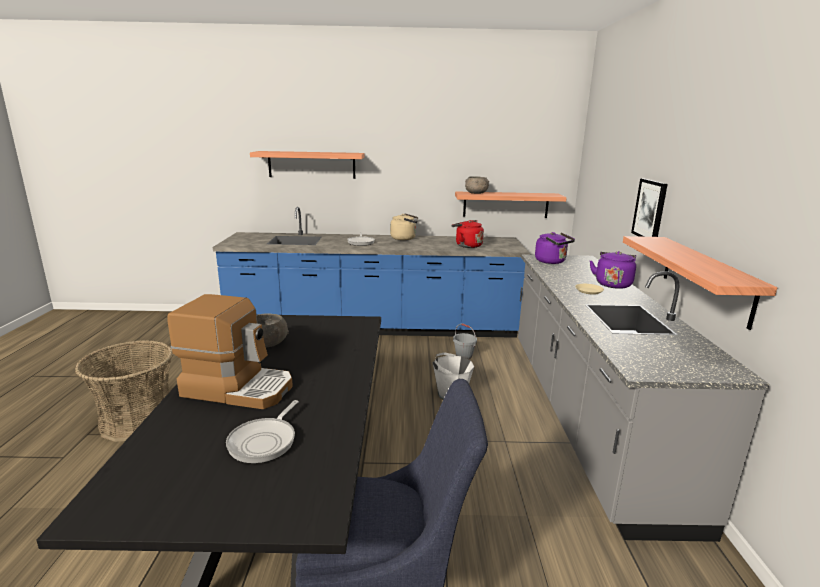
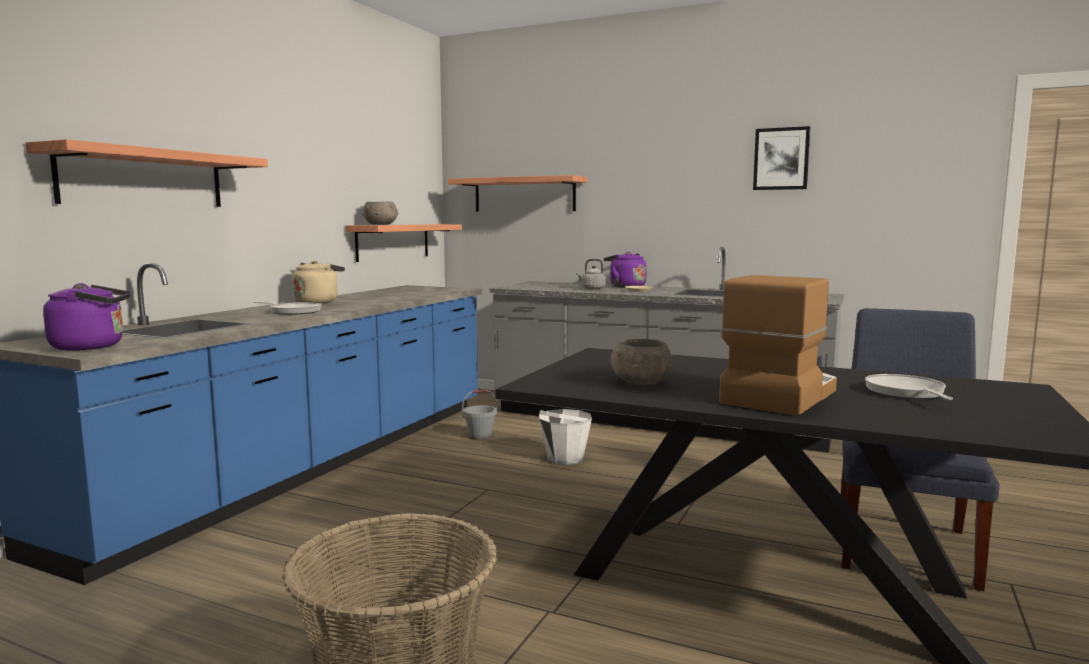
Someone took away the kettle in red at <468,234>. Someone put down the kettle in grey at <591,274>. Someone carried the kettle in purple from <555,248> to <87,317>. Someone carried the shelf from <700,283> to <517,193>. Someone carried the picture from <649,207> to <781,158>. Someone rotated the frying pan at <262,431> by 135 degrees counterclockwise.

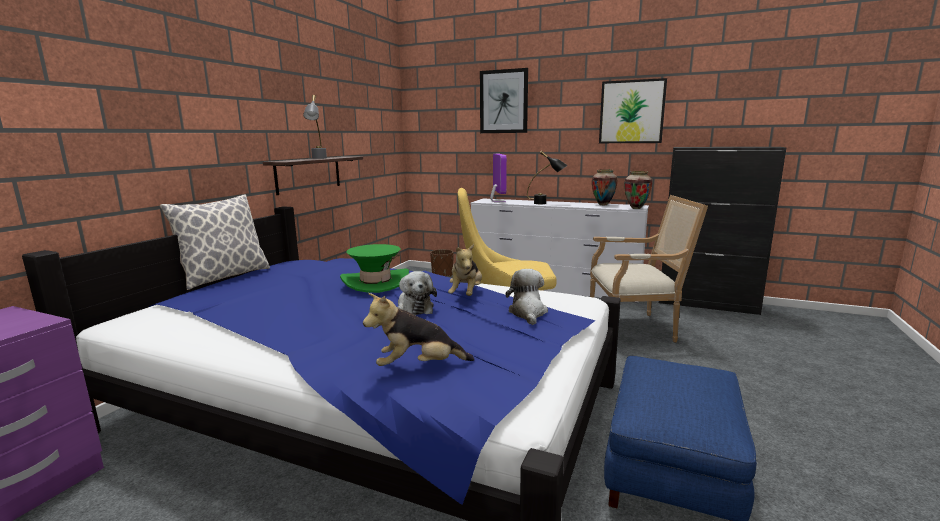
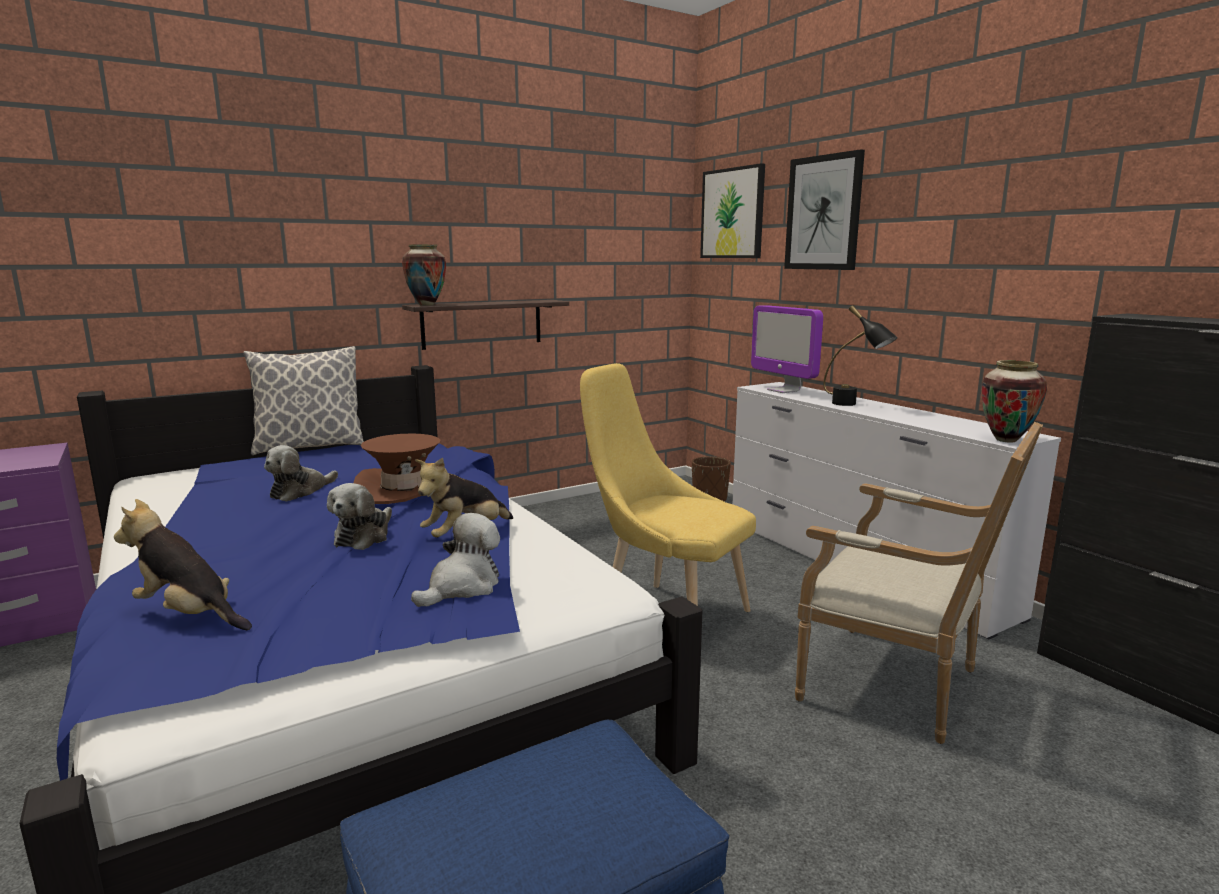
Someone took away the table lamp in grey at <315,127>. Someone put down the plush toy at <301,473>. Someone carried the vase from <605,187> to <424,275>. Someone carried the picture from <633,110> to <732,210>. Someone repainted the hat in green at <374,268>, which became the hat in brown at <396,468>. Someone rotated the monitor at <498,178> by 120 degrees clockwise.

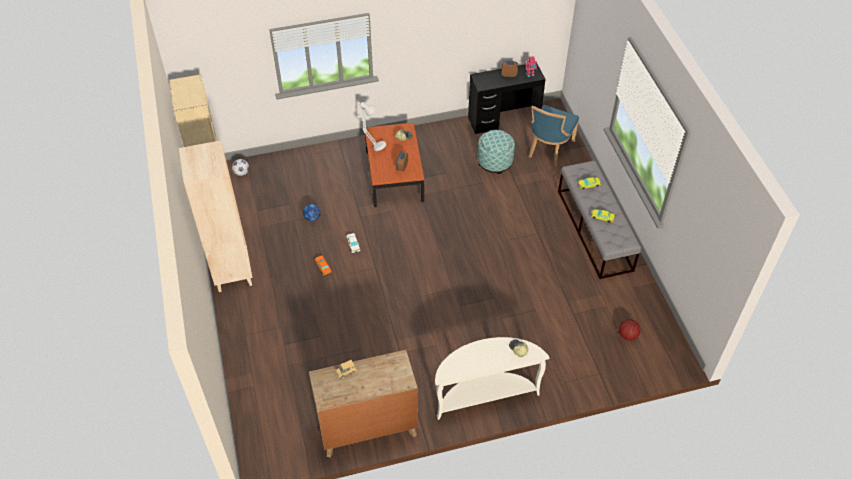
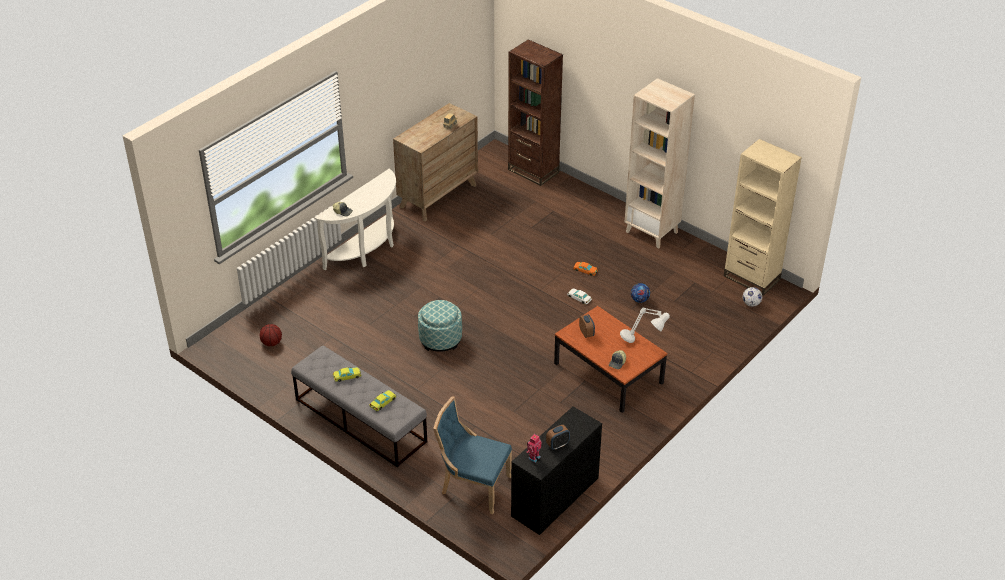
Someone put down the bookcase in brown at <535,112>. Someone carried the ottoman from <496,152> to <440,326>. Someone rotated the chair in blue at <553,136> by 60 degrees counterclockwise.

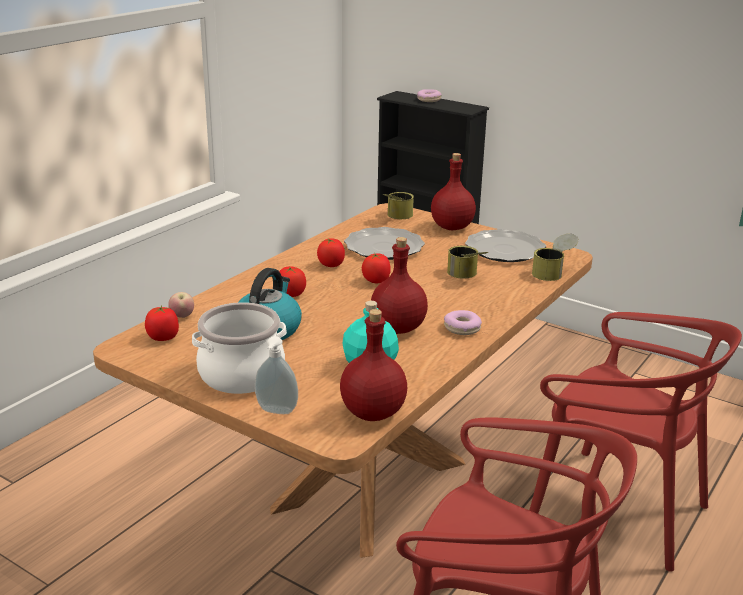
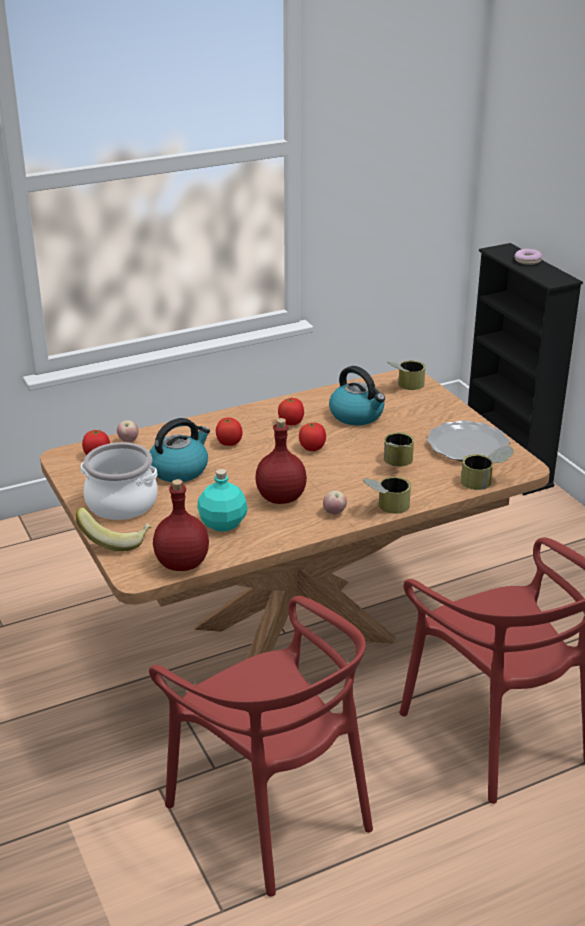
Someone took away the bottle in red at <453,191>. Someone put down the can at <387,495>. Someone swapped the soap dispenser at <276,375> for the banana at <113,529>. Someone swapped the plate at <384,243> for the kettle at <357,395>. Someone swapped the donut at <463,322> for the apple at <335,502>.

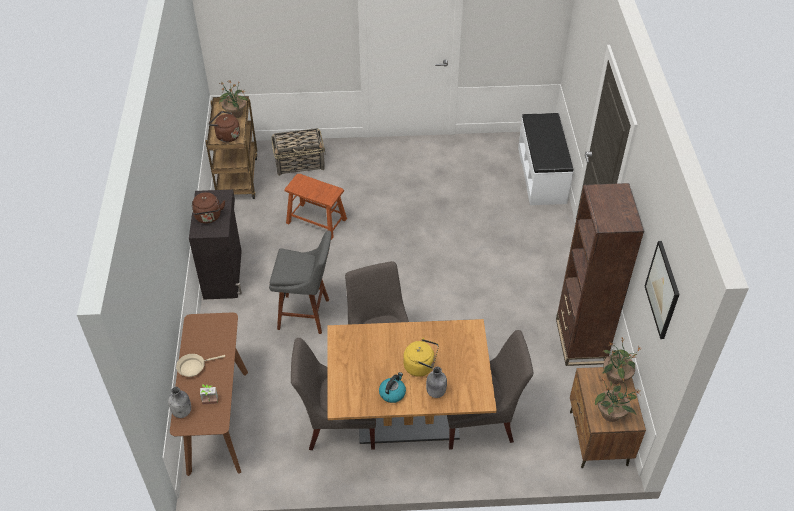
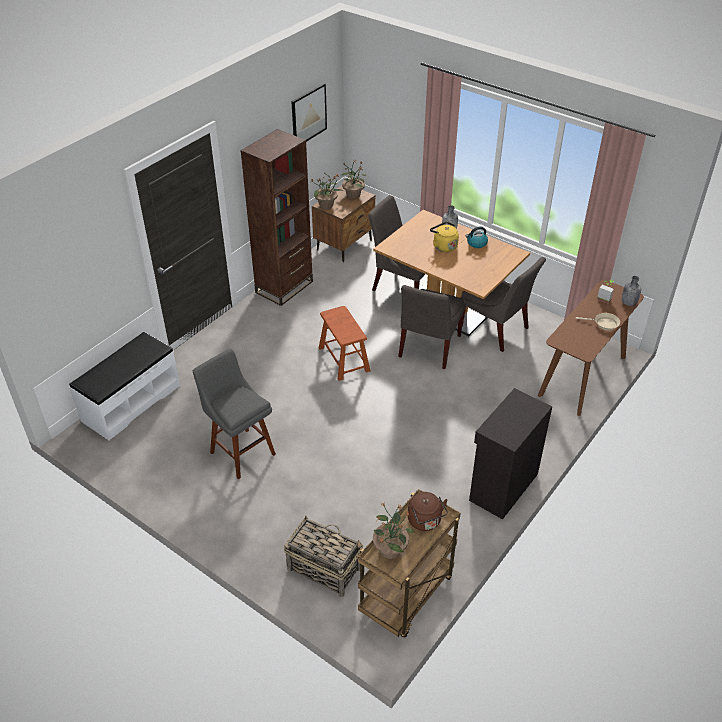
Someone took away the kettle in brown at <208,208>. Someone carried the stool in grey from <300,282> to <234,414>. Someone carried the stool in brown from <315,207> to <344,343>.

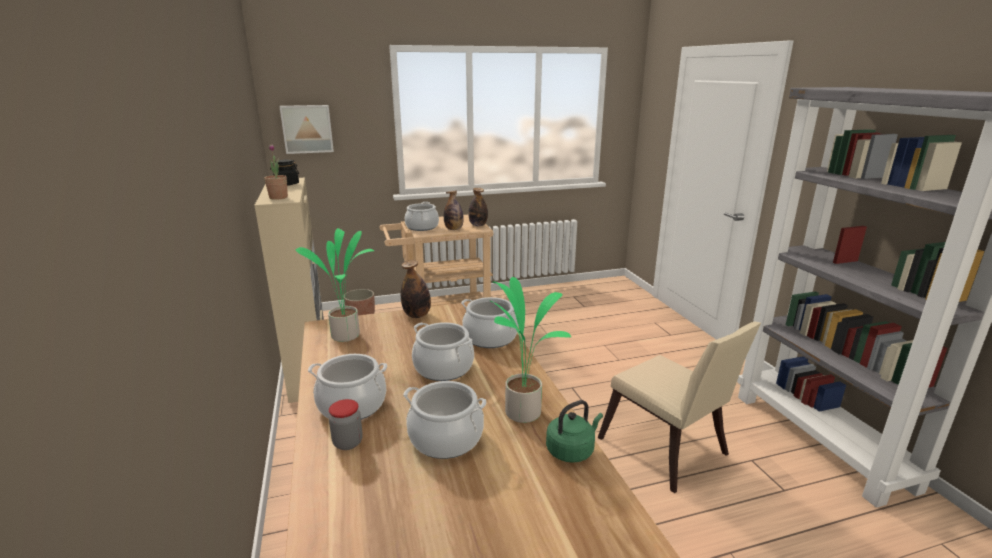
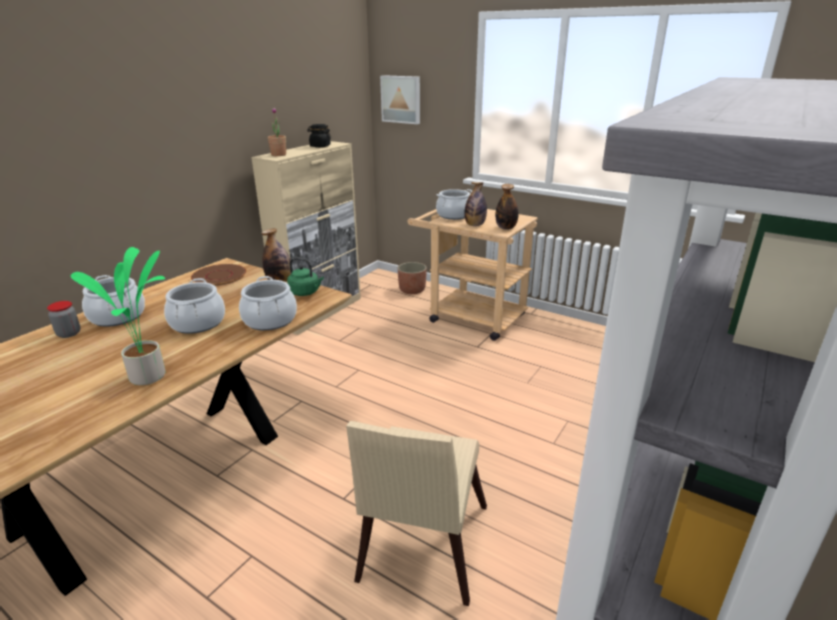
Someone took away the cooking pot at <444,420>. Someone carried the kettle in green from <574,431> to <305,277>. Someone swapped the potted plant at <335,285> for the plate in brown at <218,275>.

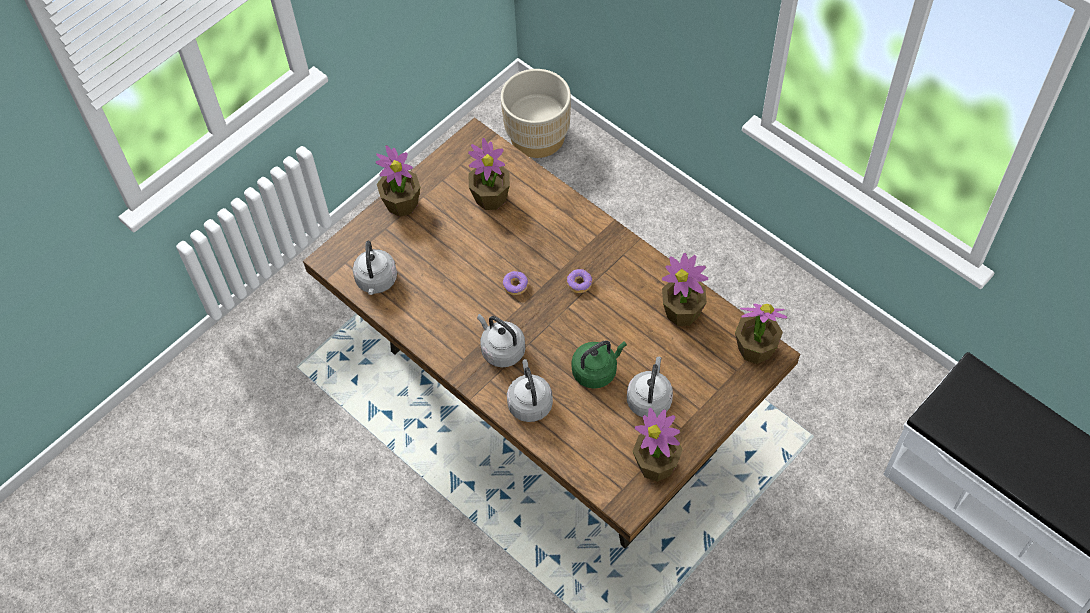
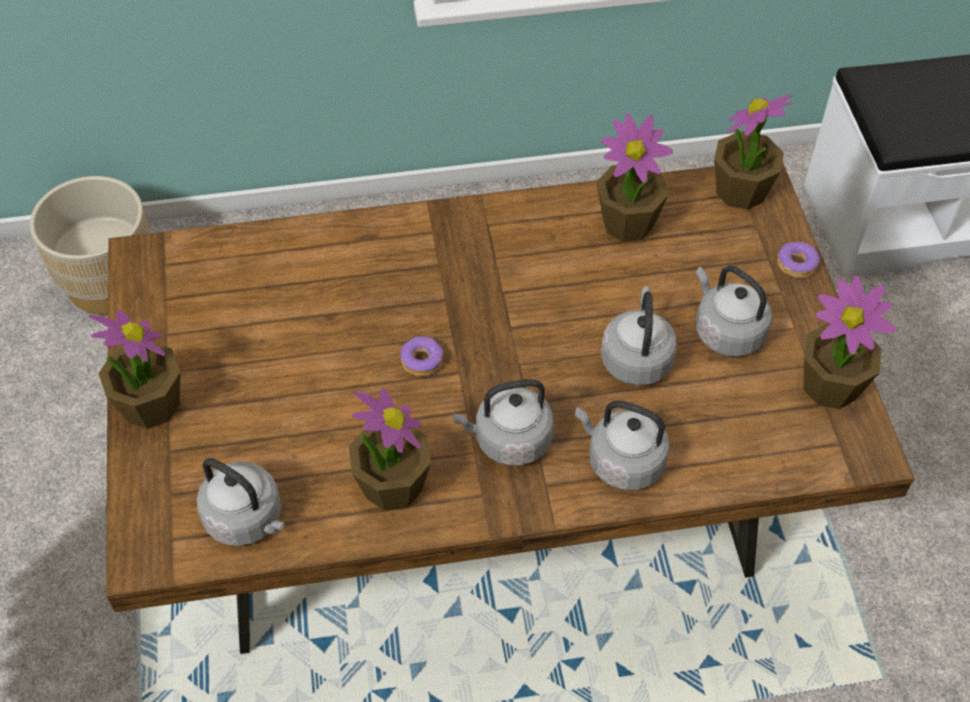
Someone carried the potted plant from <489,174> to <390,449>. Someone carried the donut from <579,281> to <798,259>. Someone repainted the kettle in green at <599,364>, which became the kettle in grey at <639,336>.

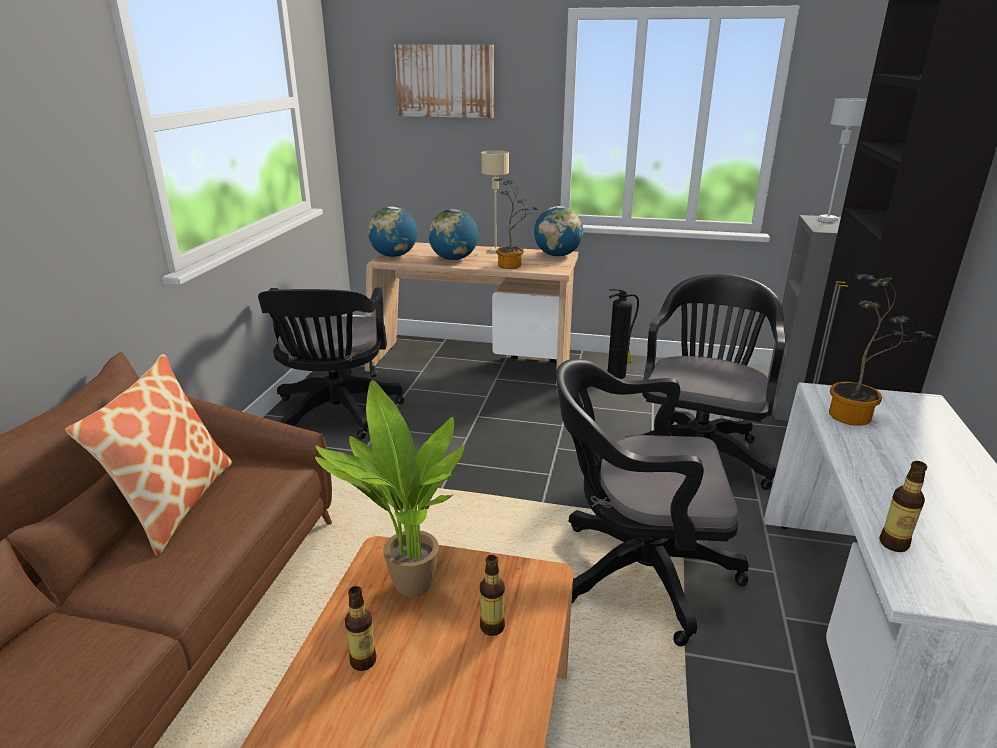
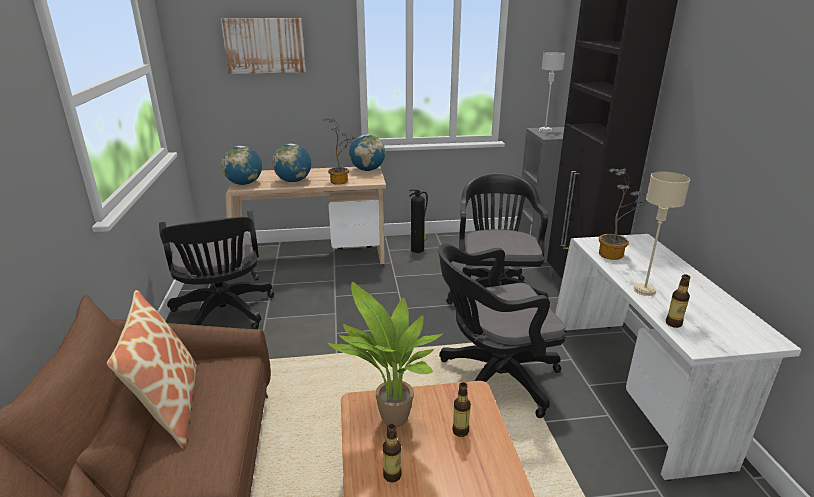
Someone carried the table lamp in beige from <495,202> to <661,234>.

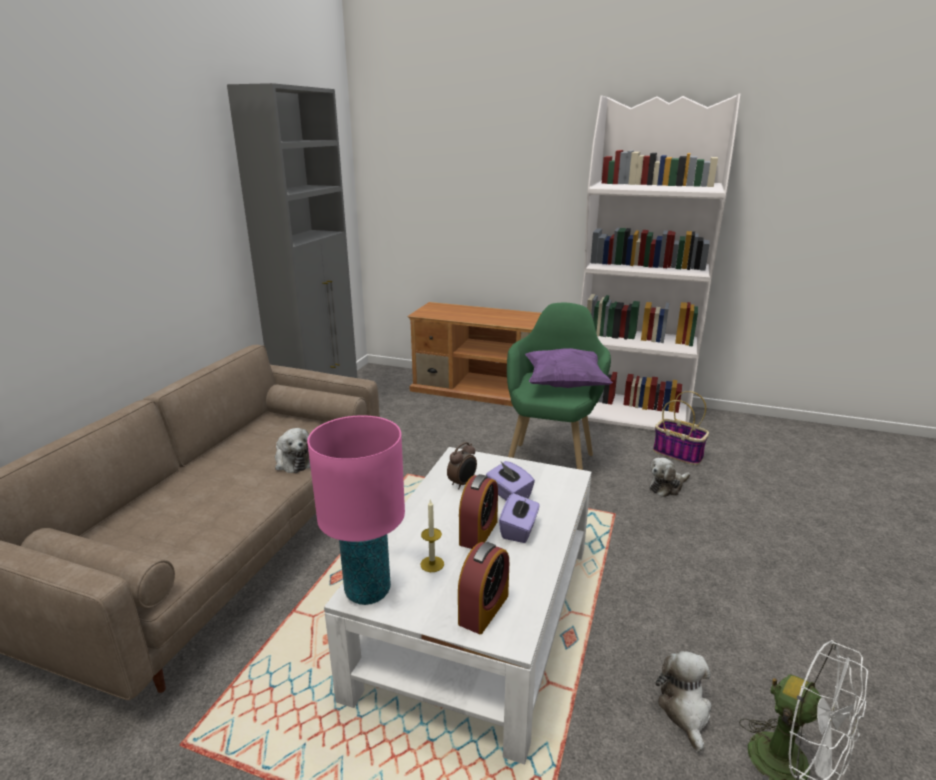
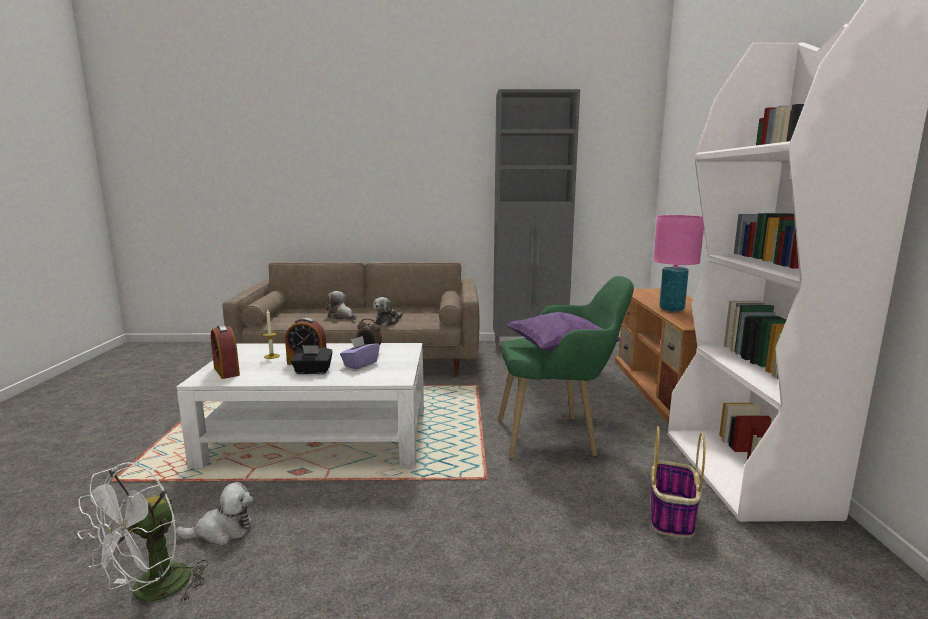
Someone carried the table lamp in pink from <356,510> to <678,263>. Someone carried the plush toy from <669,477> to <341,305>. Someone repainted the tissue box in purple at <519,518>, which became the tissue box in black at <312,359>. Someone rotated the alarm clock at <483,588> by 45 degrees clockwise.

